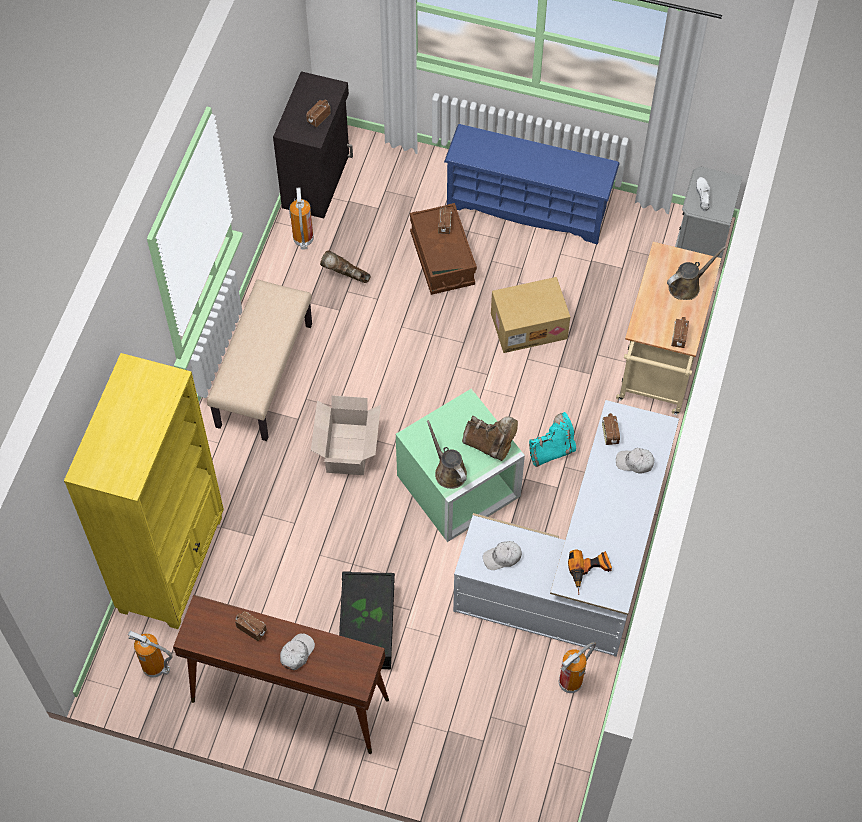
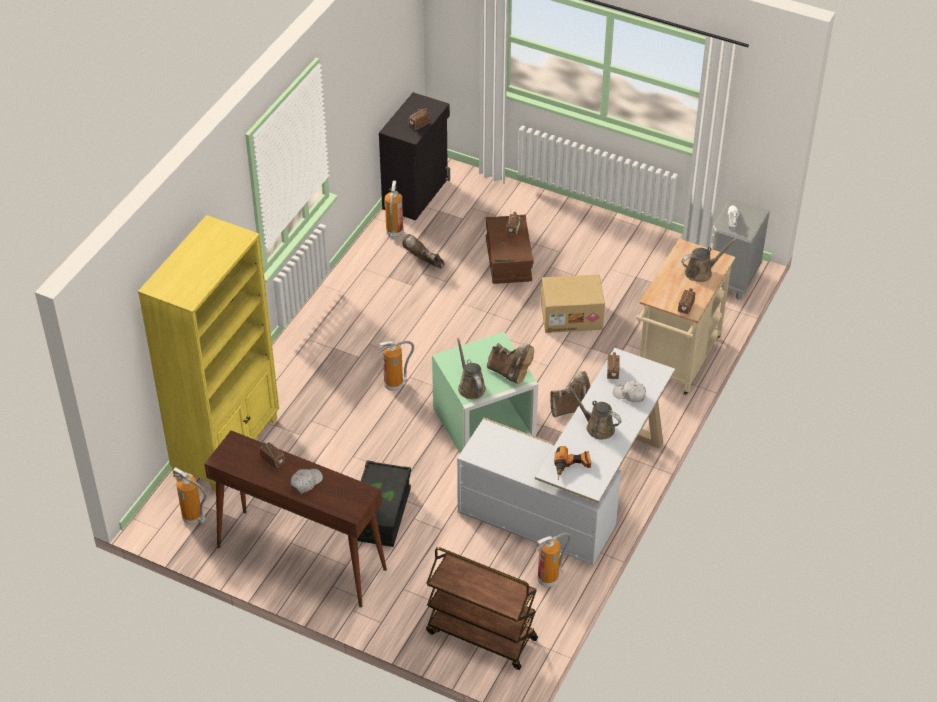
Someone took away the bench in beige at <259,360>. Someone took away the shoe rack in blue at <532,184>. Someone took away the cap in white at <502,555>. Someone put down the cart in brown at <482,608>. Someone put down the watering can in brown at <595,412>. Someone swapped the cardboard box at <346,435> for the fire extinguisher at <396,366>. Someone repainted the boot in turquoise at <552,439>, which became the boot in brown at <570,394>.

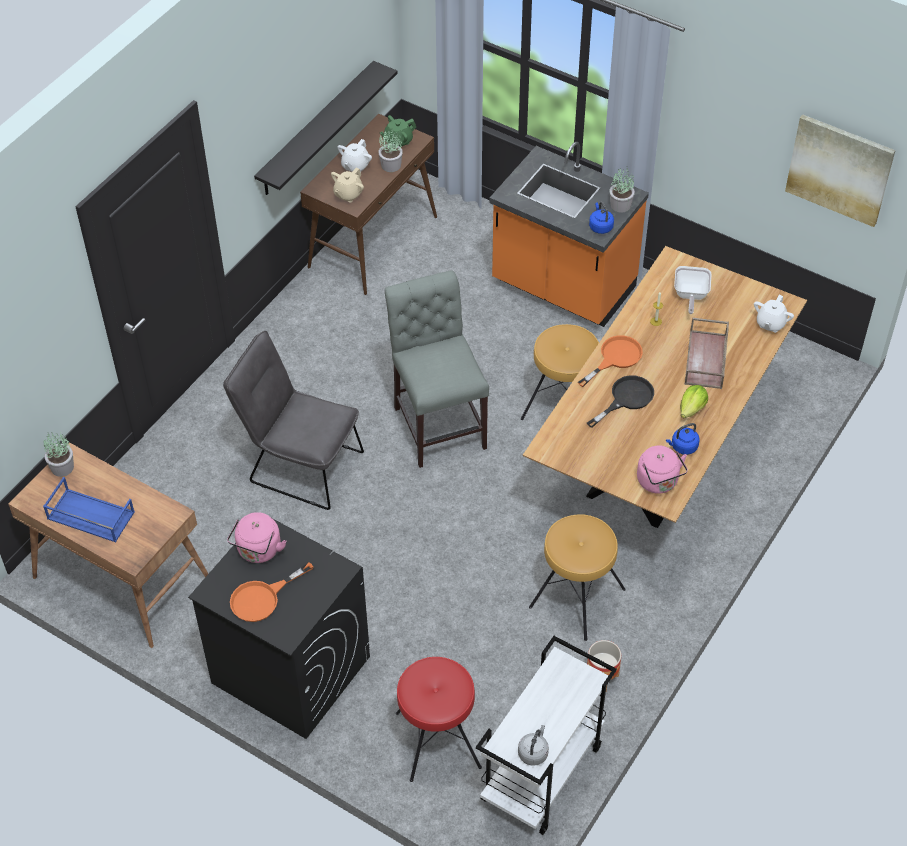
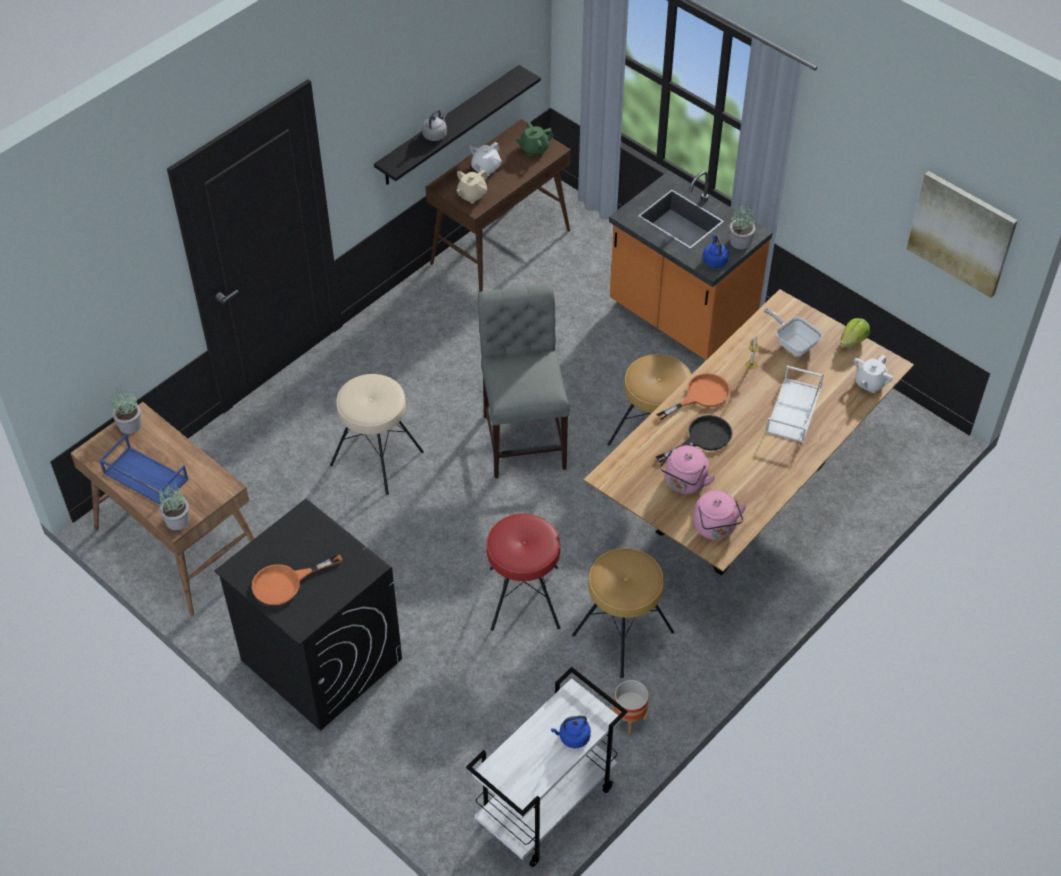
Someone carried the kettle in pink from <256,537> to <688,469>. Someone carried the potted plant from <390,151> to <174,507>. Someone carried the stool in red from <439,719> to <523,572>. Someone carried the kettle in grey from <533,745> to <434,125>. Someone carried the kettle in blue from <682,439> to <571,731>. Someone carried the lettuce from <694,401> to <855,333>. Someone swapped the chair in grey at <293,420> for the stool in beige at <377,434>. Someone repainted the tray in brown at <707,353>, which became the tray in white at <795,404>. Someone rotated the frying pan at <692,290> by 120 degrees clockwise.

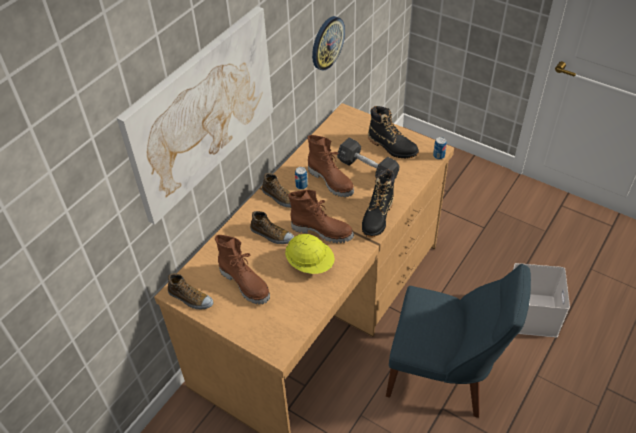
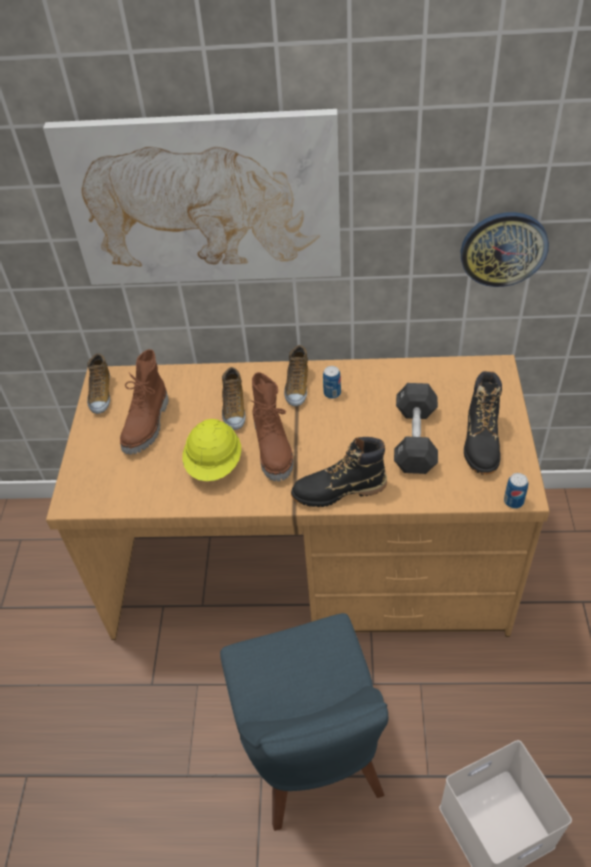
Someone took away the boot in brown at <330,166>.

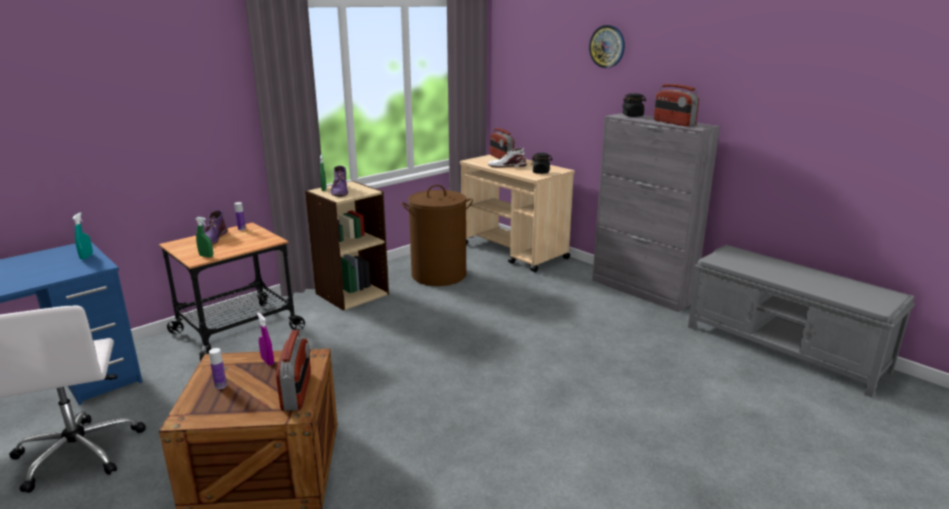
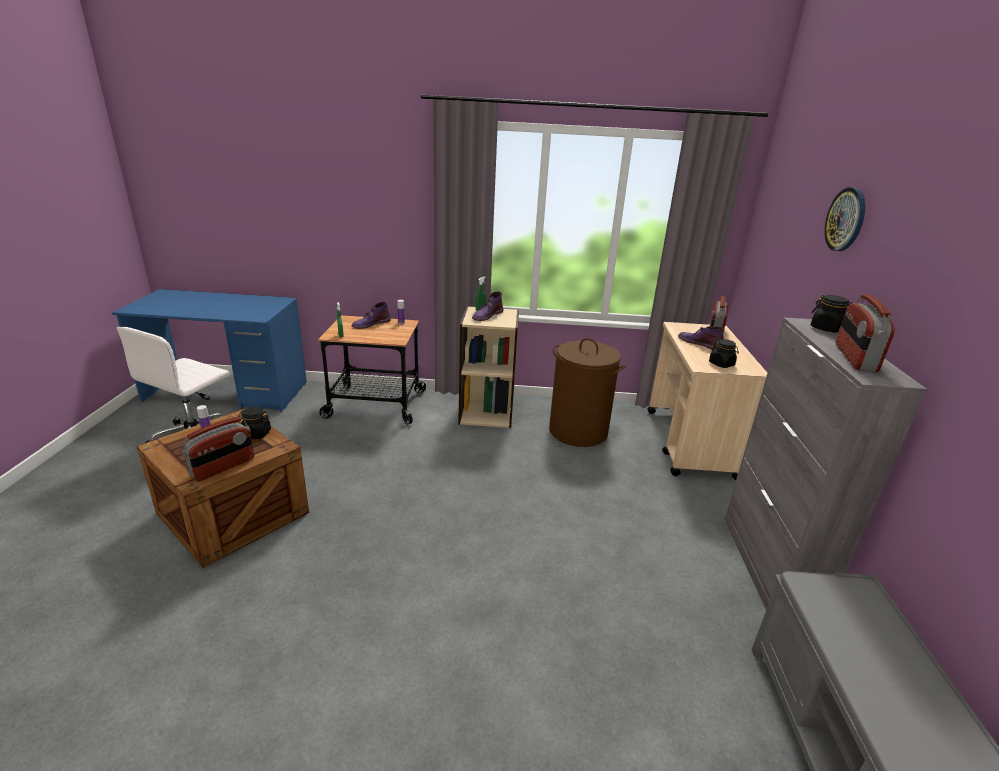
Someone took away the spray bottle in turquoise at <82,236>. Someone swapped the spray bottle in purple at <265,339> for the jar in black at <254,422>. Someone repainted the boot in white at <507,158>, which became the boot in purple at <701,338>.

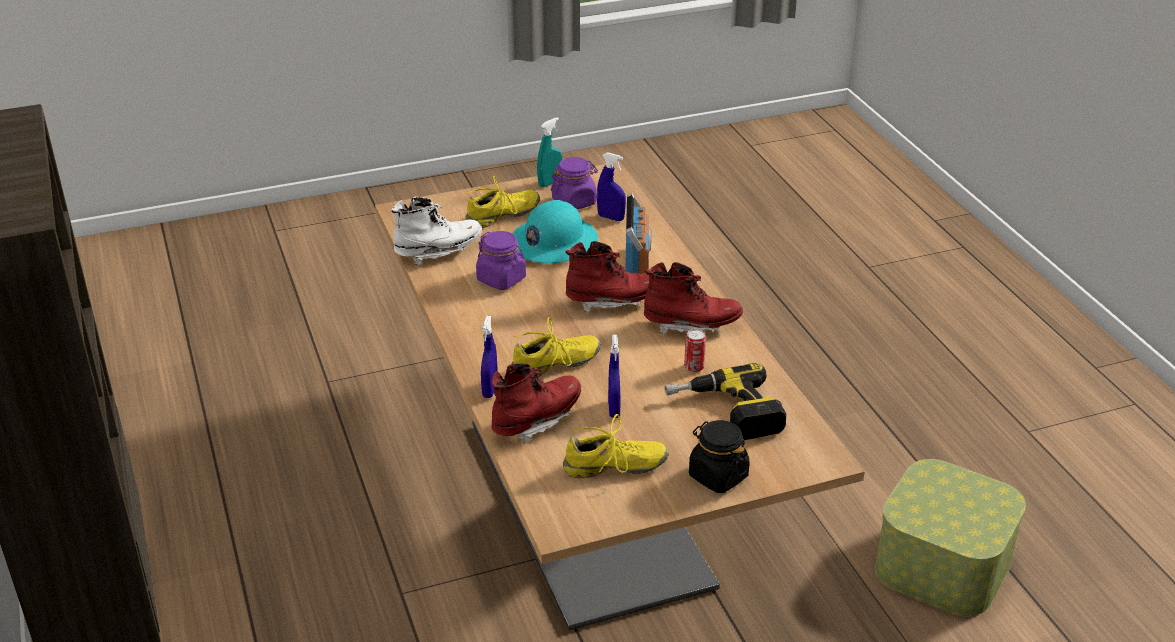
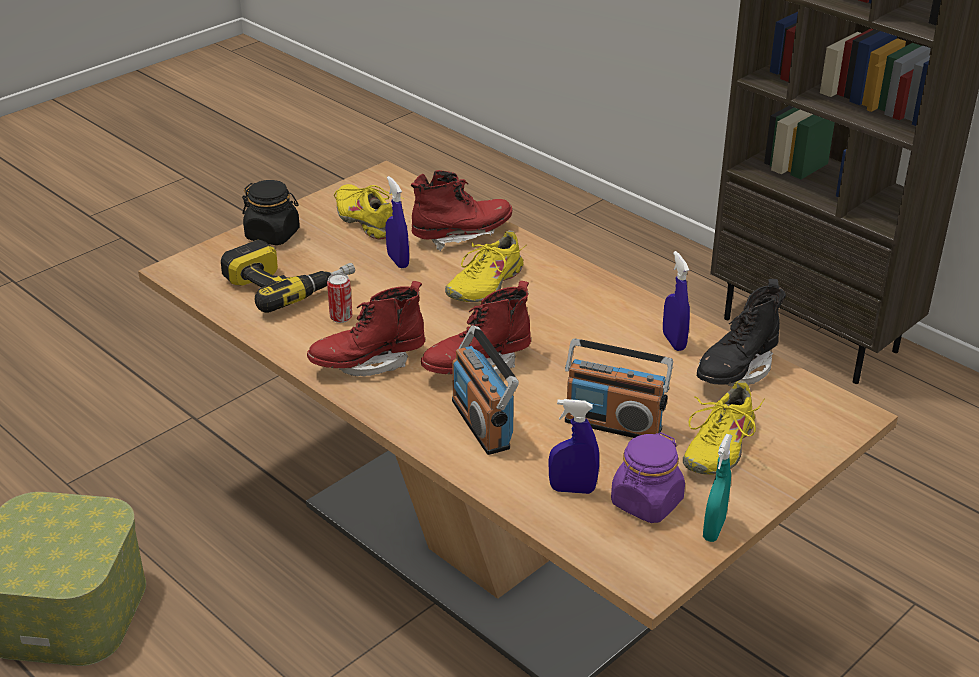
Someone took away the jar in purple at <501,260>. Someone carried the spray bottle in blue from <489,357> to <676,301>. Someone swapped the hard hat in turquoise at <555,232> for the radio at <619,388>. Someone repainted the boot in white at <436,231>, which became the boot in black at <741,332>. Someone rotated the boot in red at <536,404> by 135 degrees counterclockwise. Someone rotated the shoe in yellow at <616,446> by 90 degrees clockwise.

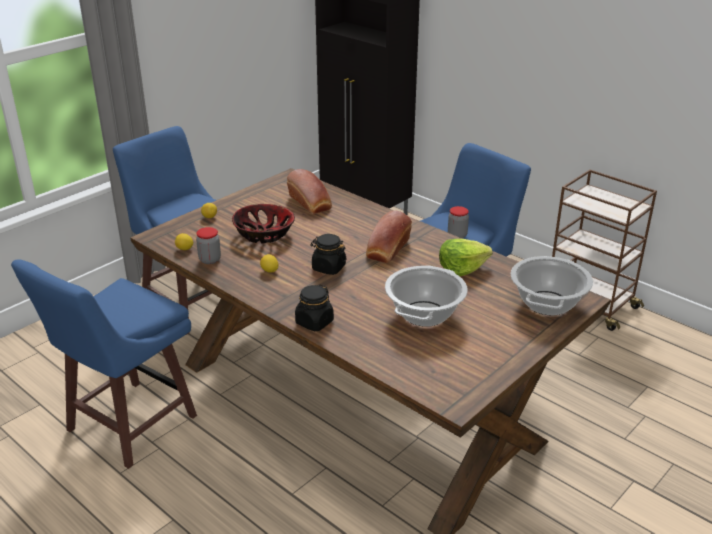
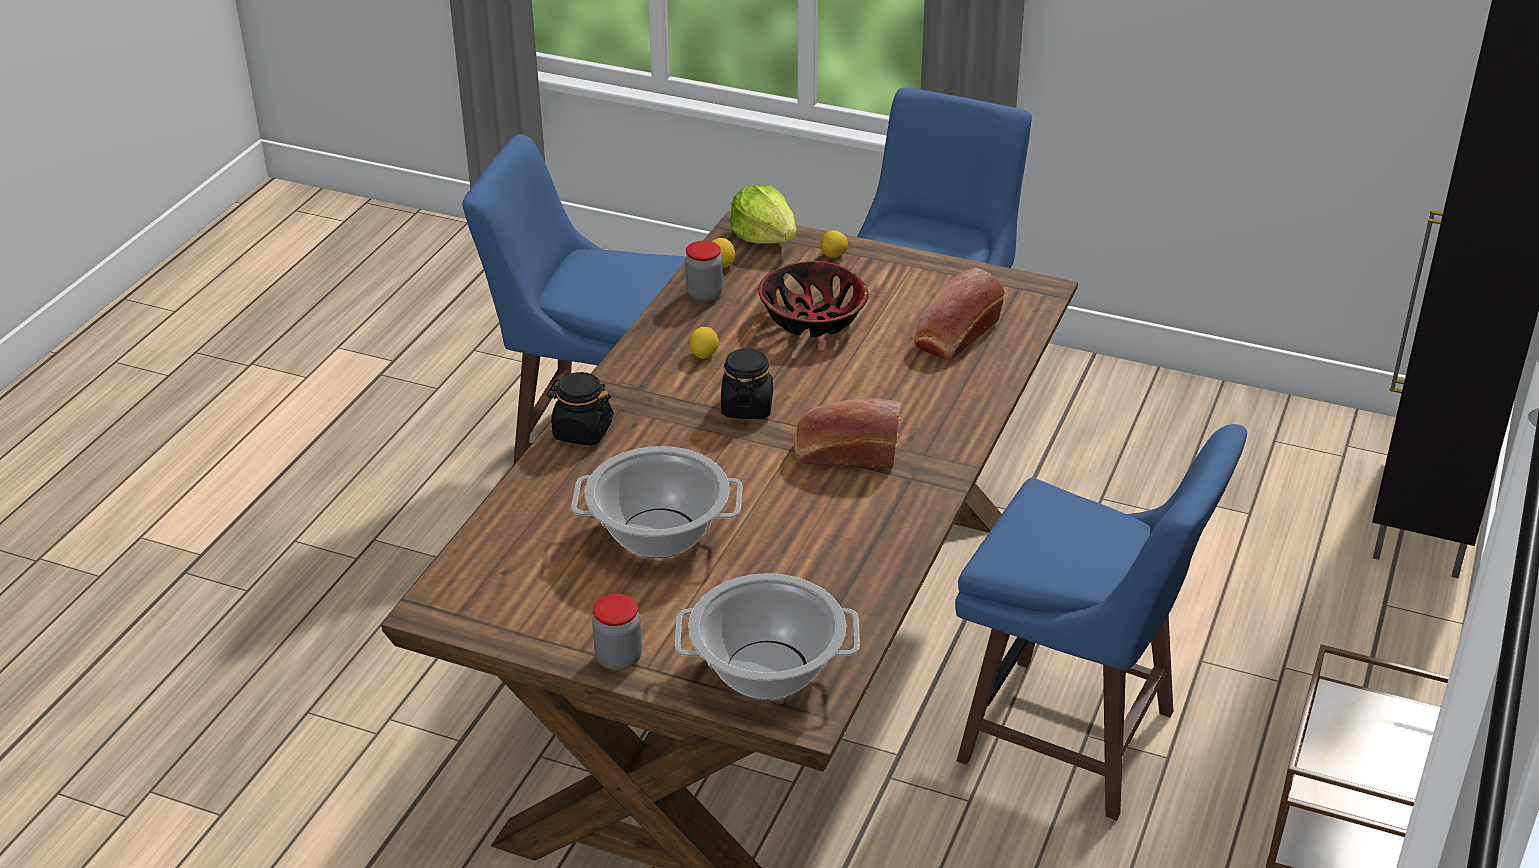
Someone carried the lettuce from <466,257> to <763,214>. Someone carried the jar from <458,222> to <617,632>.

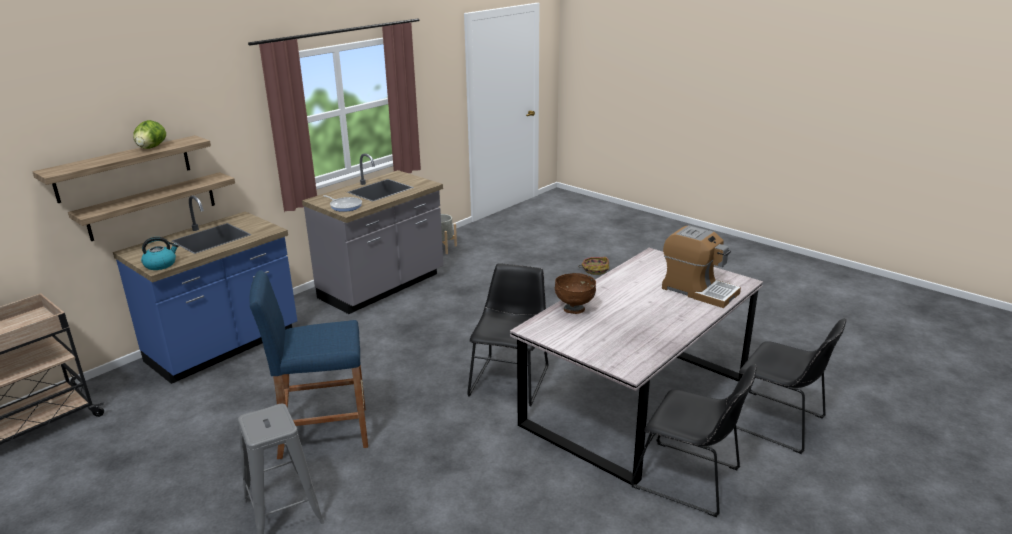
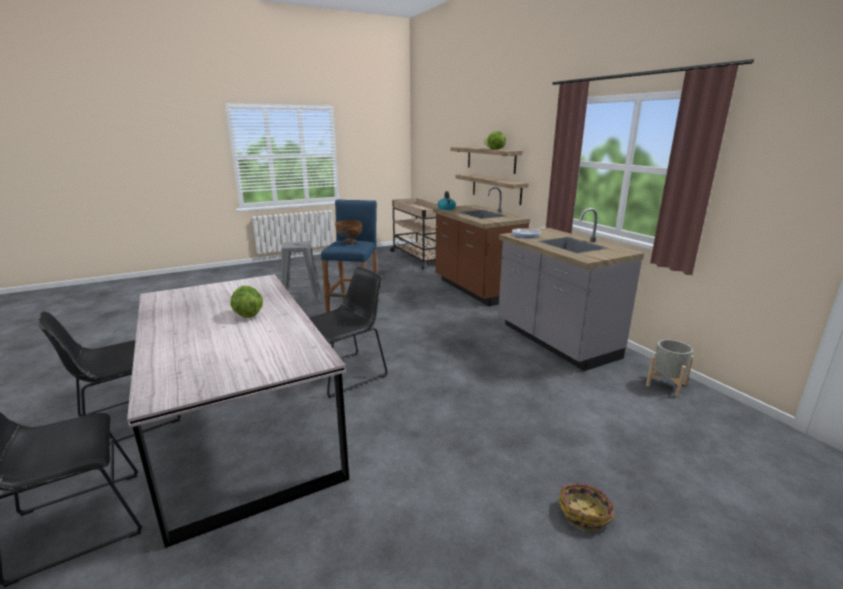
Someone took away the coffee machine at <701,266>. Someone put down the lettuce at <246,302>. Someone carried the bowl in brown from <575,293> to <348,232>. Someone repainted the counter in blue at <205,289>, which became the counter in brown at <481,246>. Someone rotated the chair in black at <508,334> by 75 degrees counterclockwise.

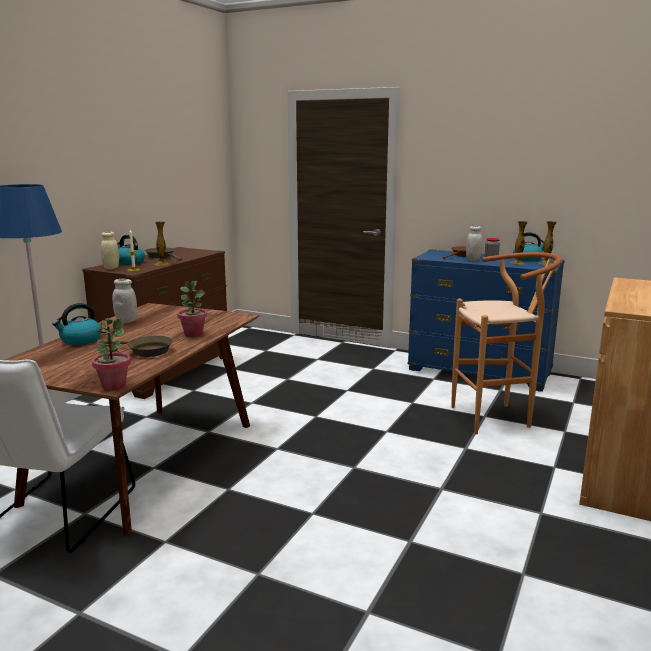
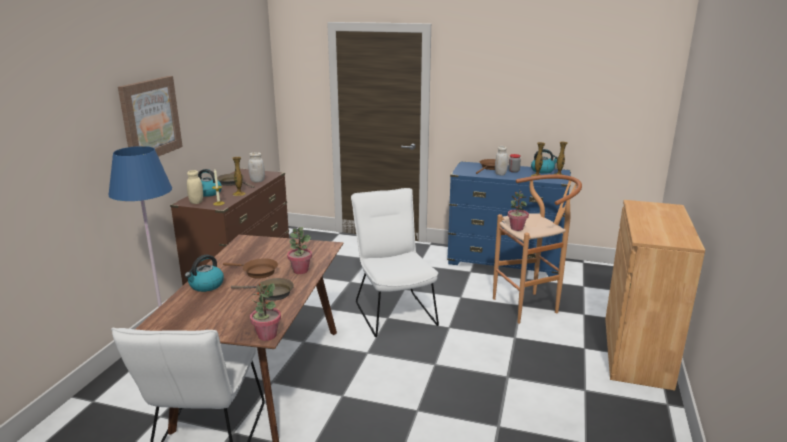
Someone put up the picture at <150,116>. Someone put down the frying pan in brown at <250,268>. Someone put down the chair in white at <395,262>. Someone put down the potted plant at <518,210>. Someone carried the jar in white from <124,301> to <256,167>.

